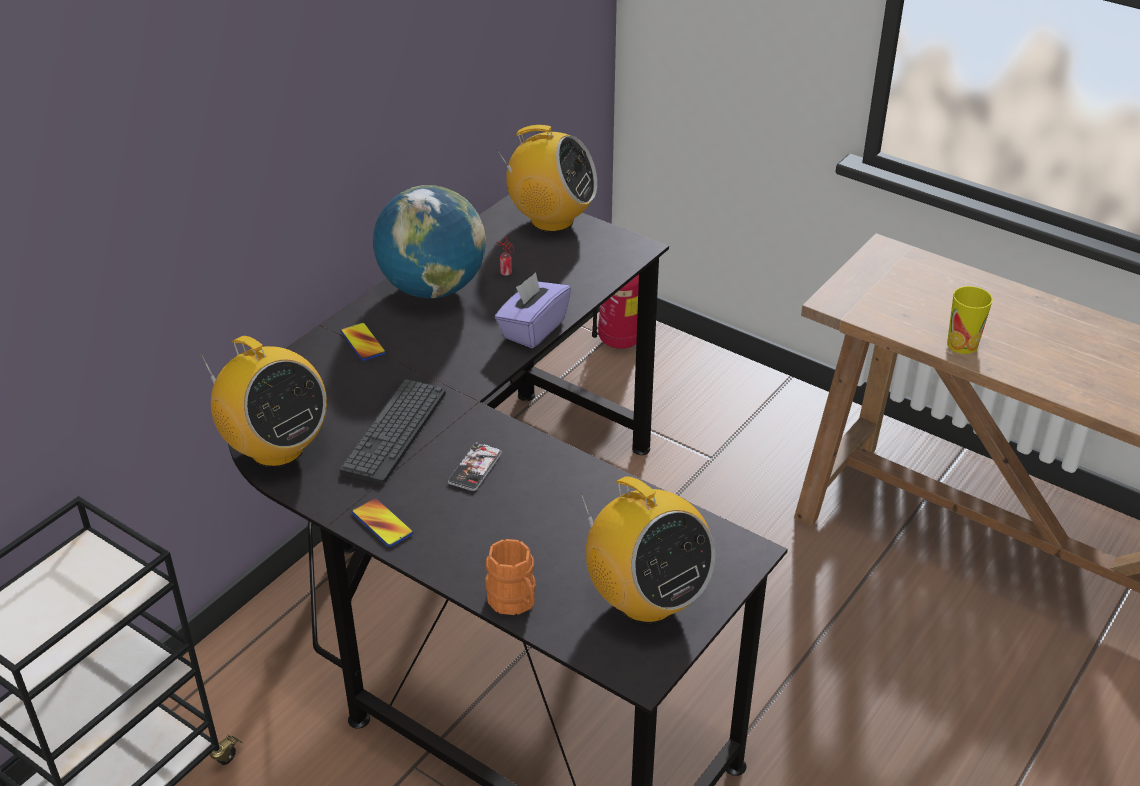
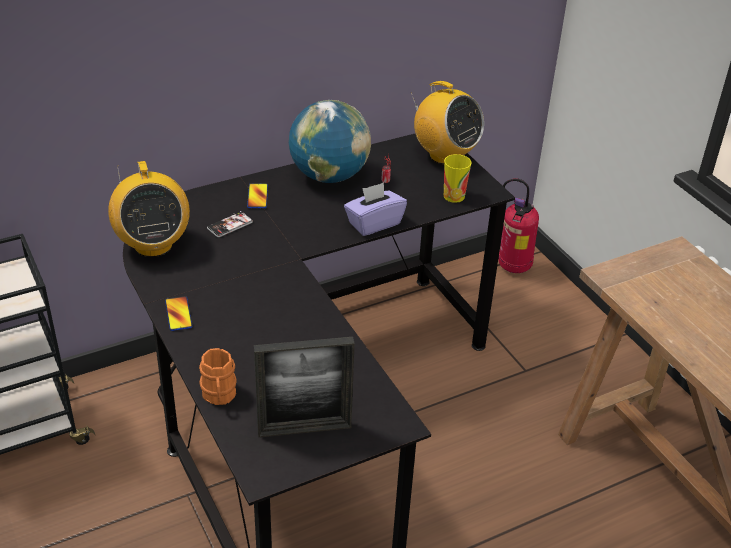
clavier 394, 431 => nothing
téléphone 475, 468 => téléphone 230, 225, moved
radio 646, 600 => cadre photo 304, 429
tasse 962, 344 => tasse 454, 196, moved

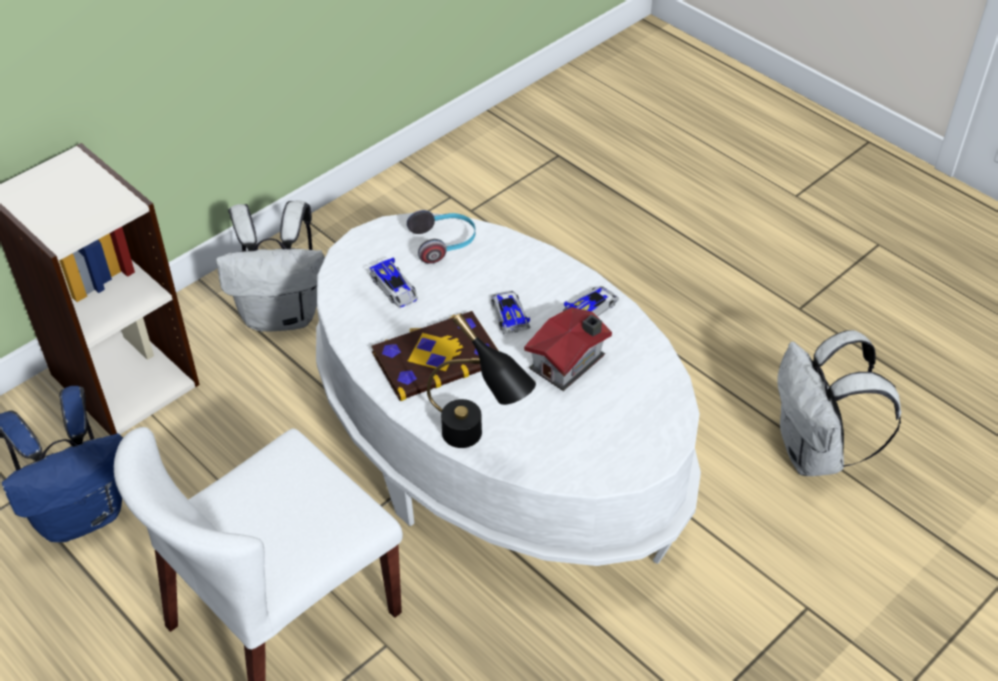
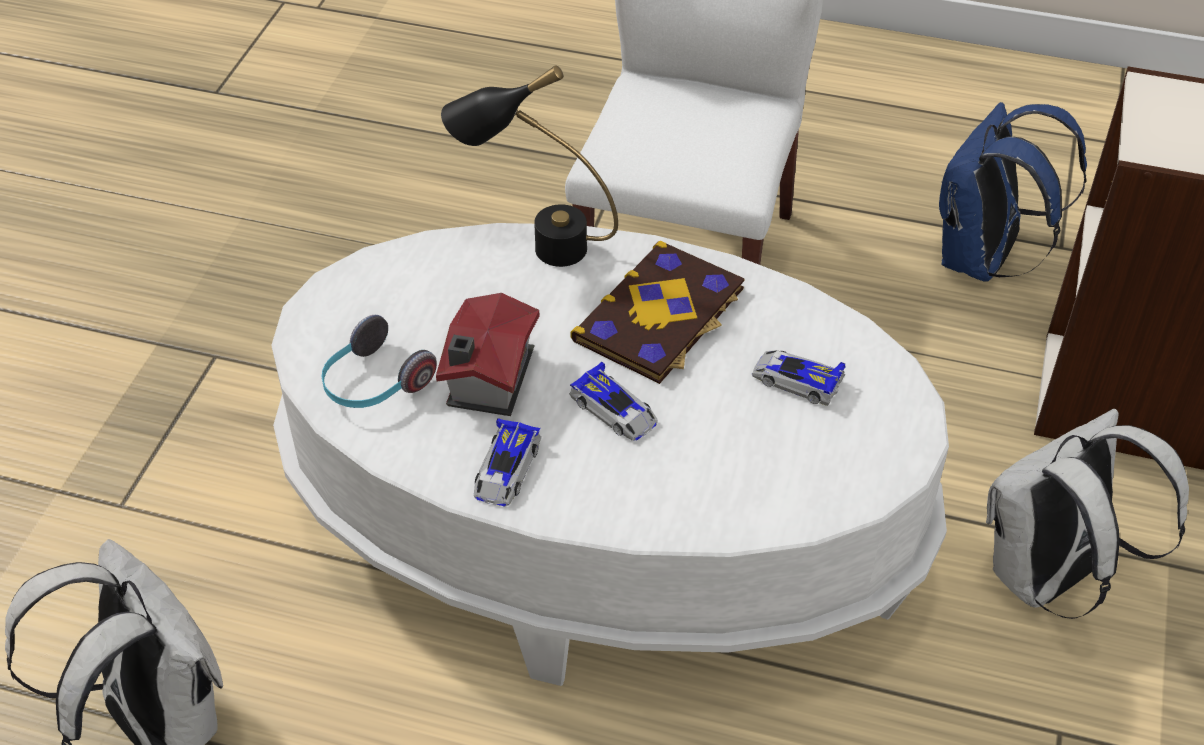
casque audio 444, 243 => casque audio 374, 384, moved

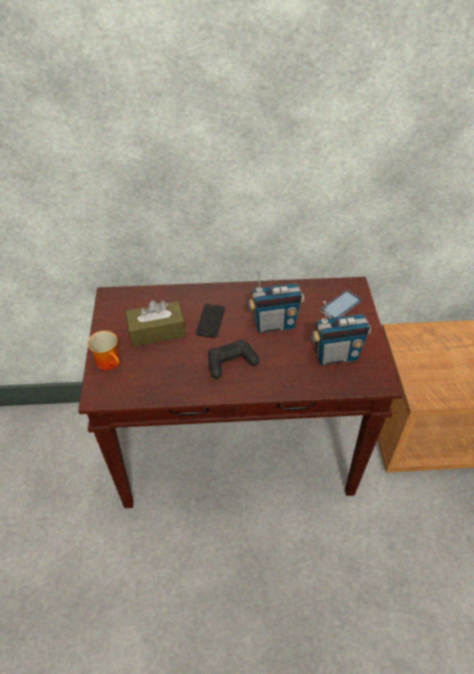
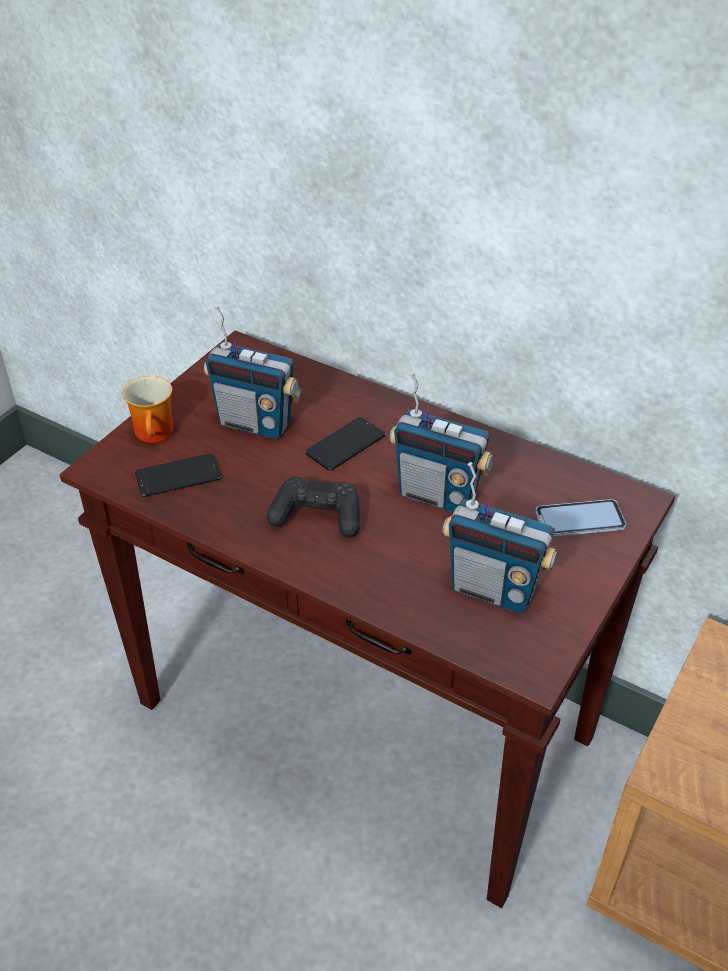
boîte à mouchoirs/marron 157, 331 => radio 255, 423
nothing => téléphone 178, 476

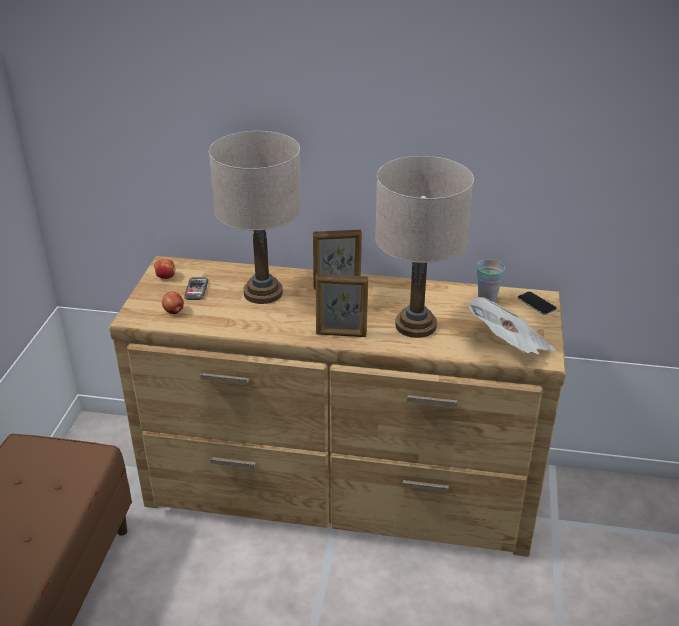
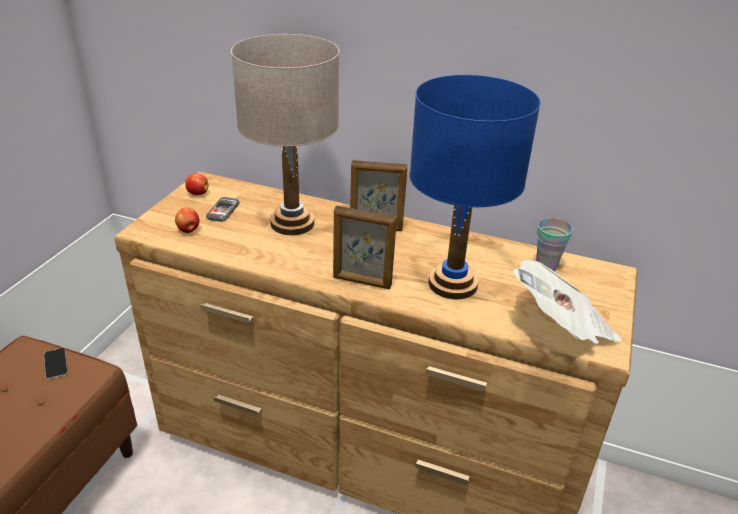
lampe de table/beige 415, 325 => lampe de table/bleu 452, 284
téléphone 536, 304 => téléphone 56, 364, moved

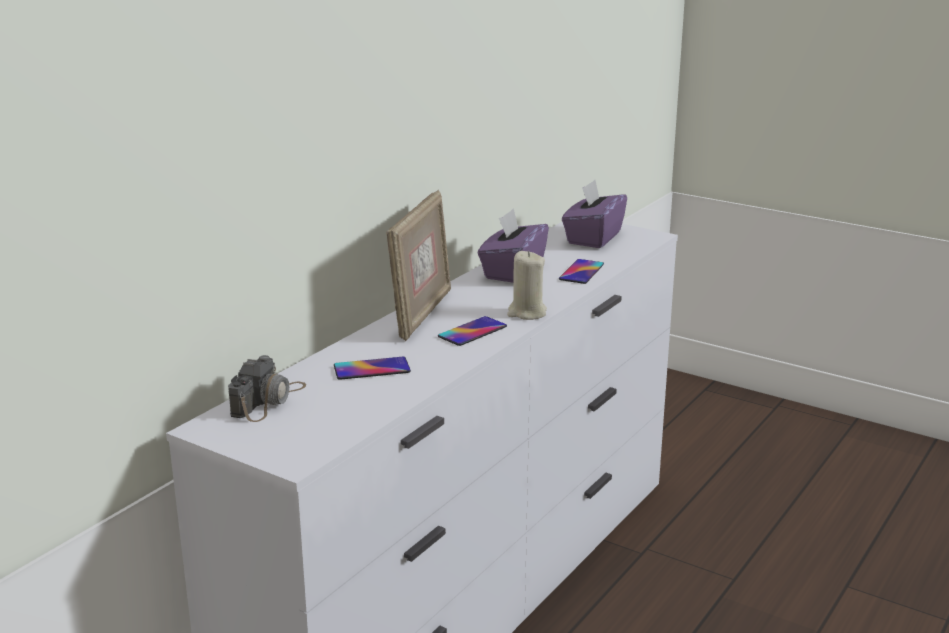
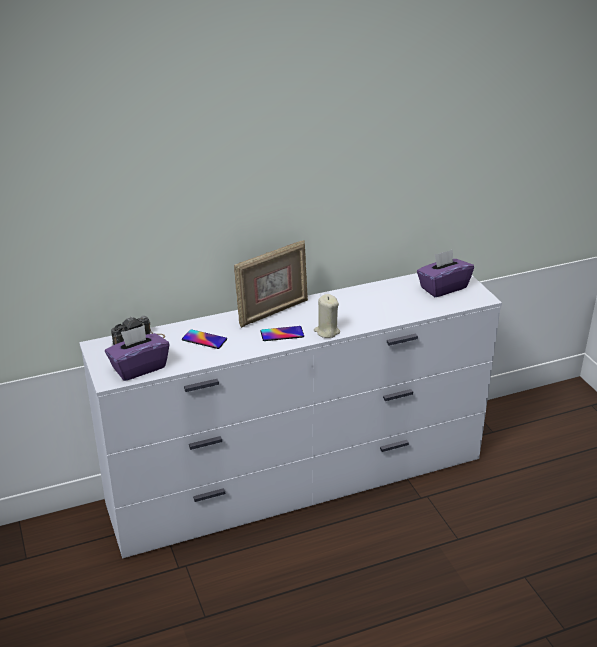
boîte à mouchoirs/violet 512, 271 => boîte à mouchoirs/violet 139, 367, moved
téléphone 581, 272 => nothing

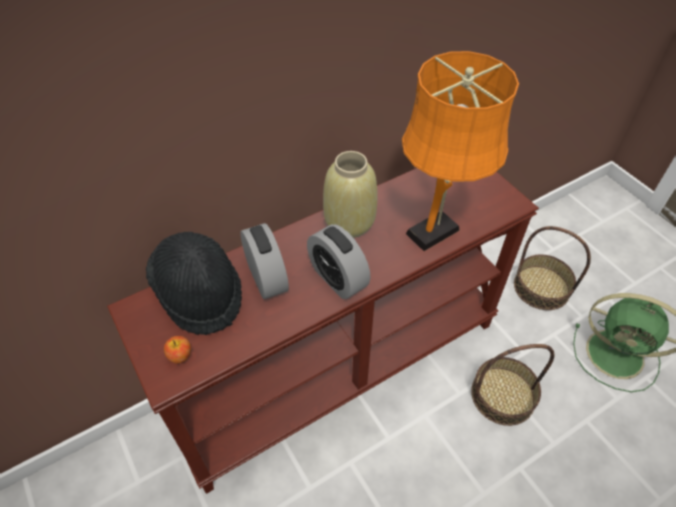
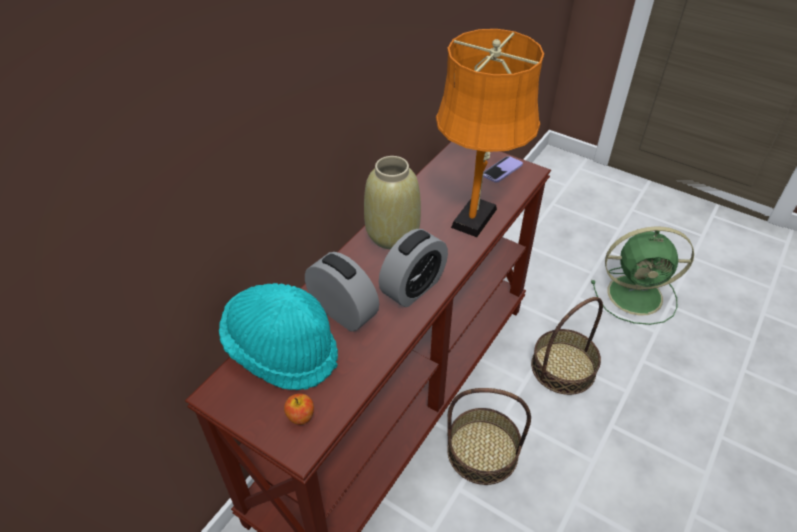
chapeau/noir 199, 294 => chapeau/turquoise 282, 351
réveil 338, 278 => réveil 413, 287, 75 degrees counterclockwise
panier 541, 287 => panier 482, 451, moved
nothing => téléphone 502, 170

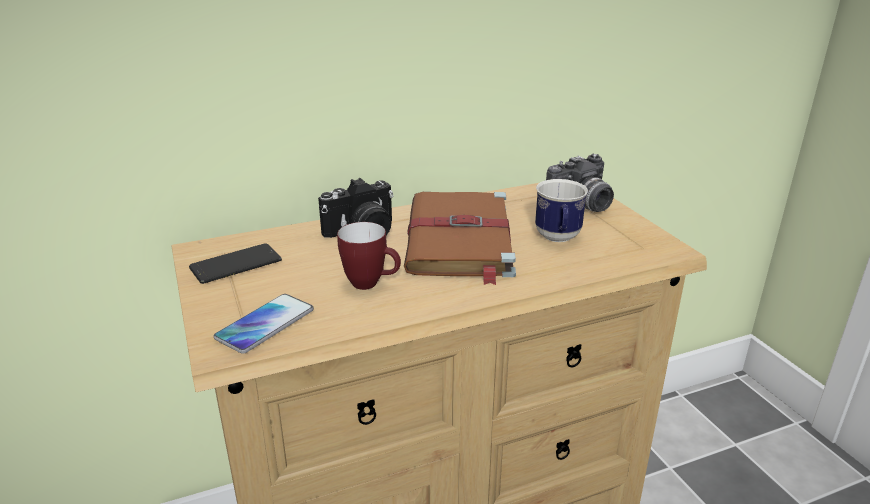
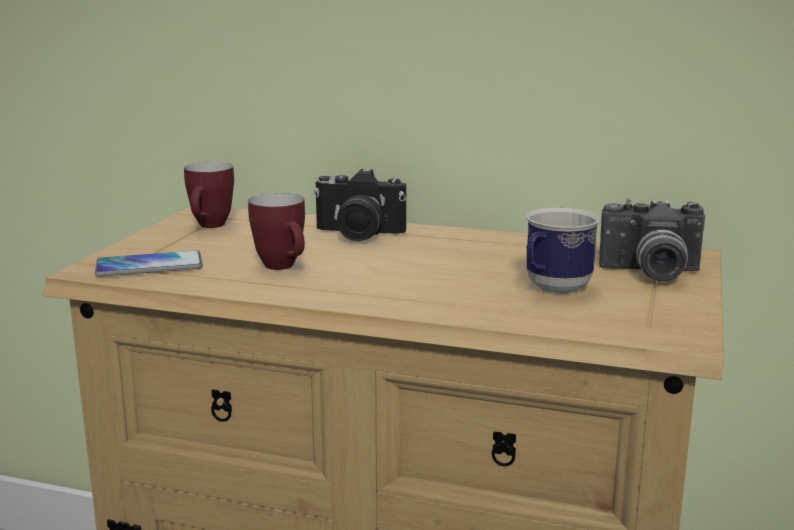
téléphone 236, 264 => mug 210, 227
livre/marron 459, 240 => nothing

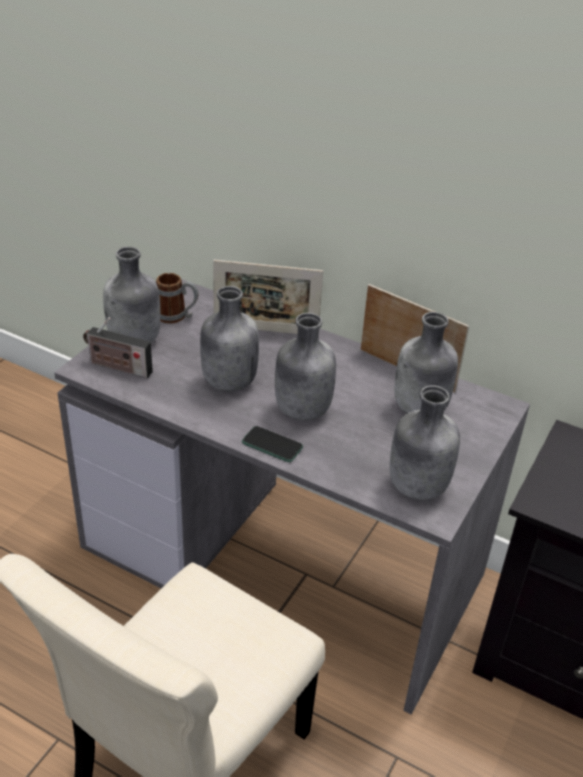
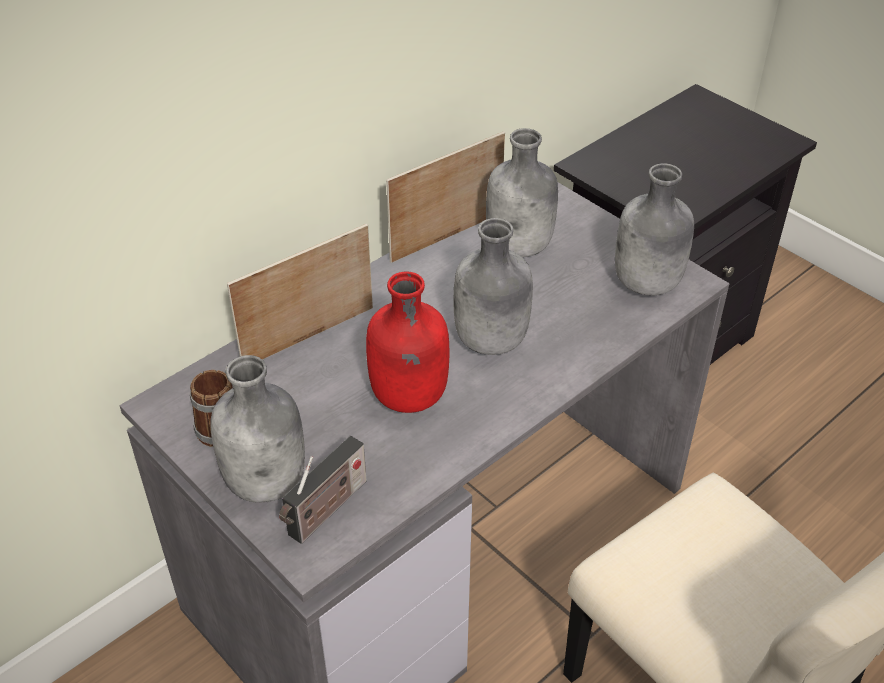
bouteille/gris 228, 382 => bouteille/rouge 408, 397
cadre photo 265, 330 => cadre photo 309, 337, 150 degrees counterclockwise
téléphone 272, 445 => nothing

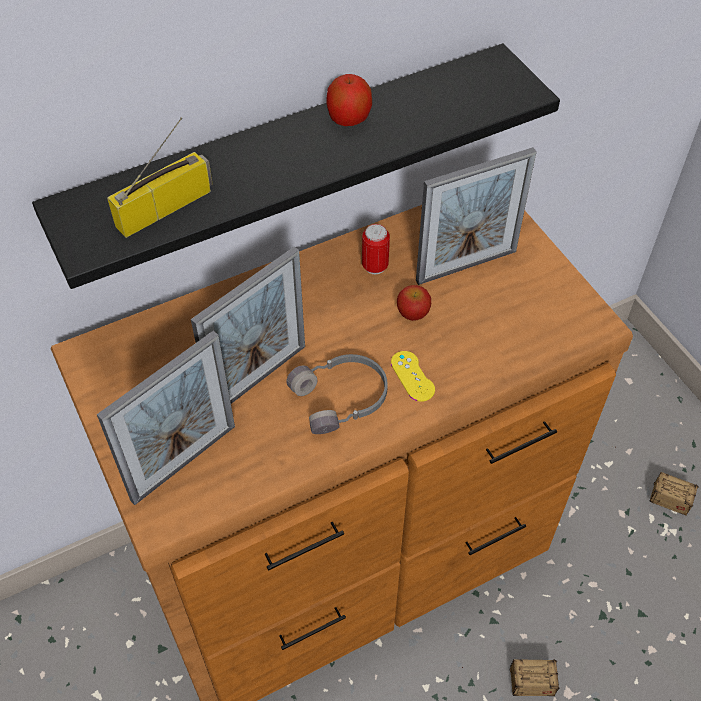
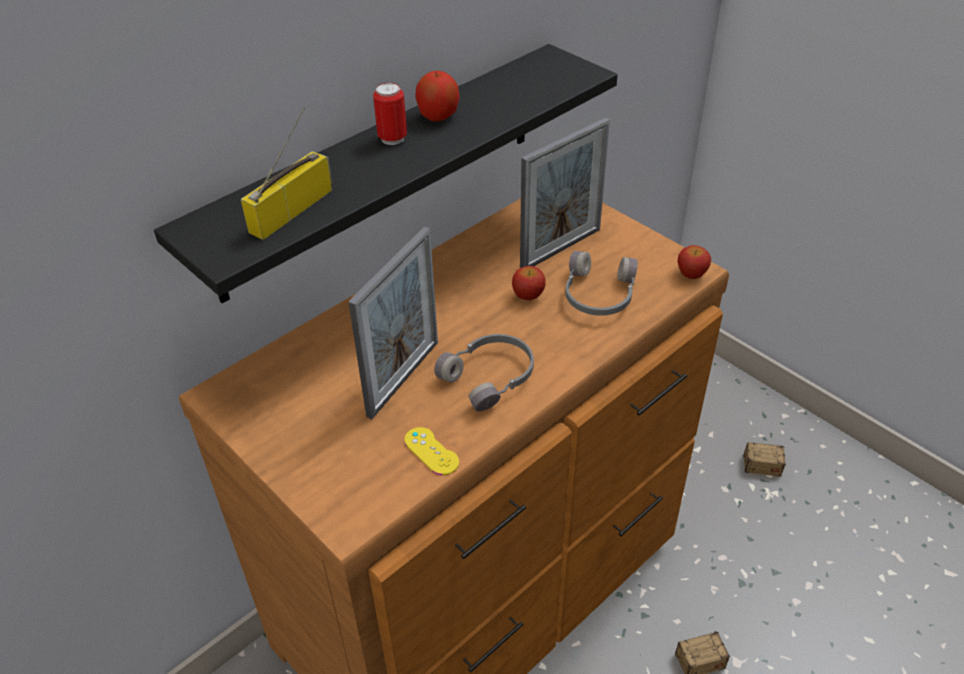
cadre photo 184, 463 => nothing
boîte métallique 375, 266 => boîte métallique 392, 139, moved
manette/jaune 412, 376 => manette/jaune 431, 451, moved
nothing => casque audio/gris 597, 294
nothing => pomme 691, 274

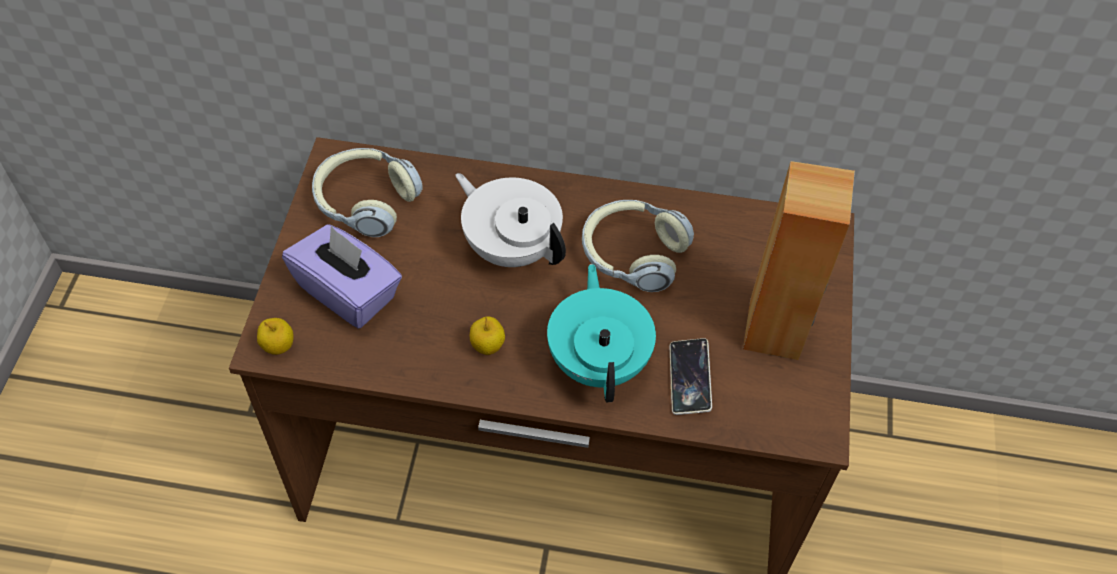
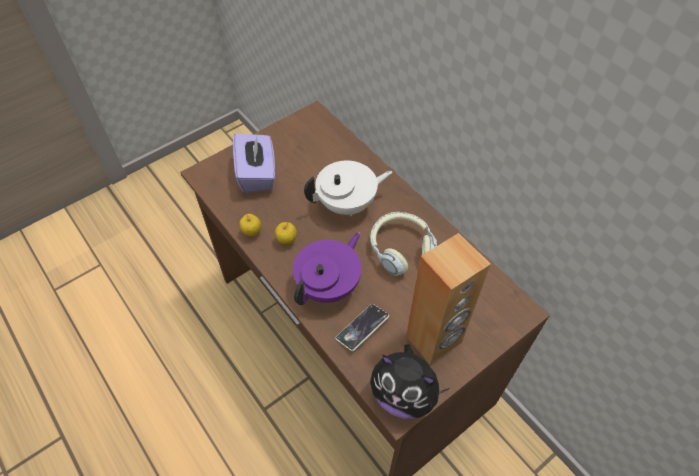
pomme 279, 348 => pomme 252, 232, moved
casque audio 365, 201 => nothing
théière/blanc 511, 246 => théière/blanc 347, 204, 75 degrees clockwise
théière/turquoise 599, 360 => théière/violet 329, 285
nothing => peluche 404, 394

